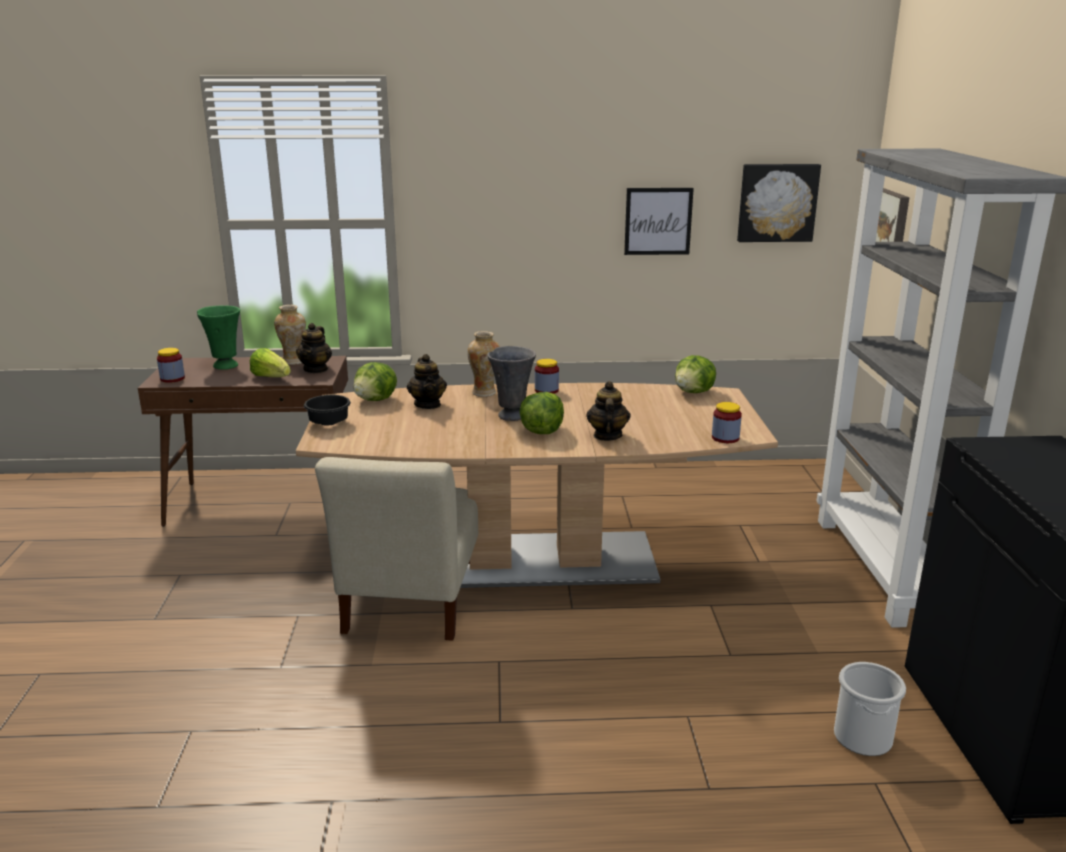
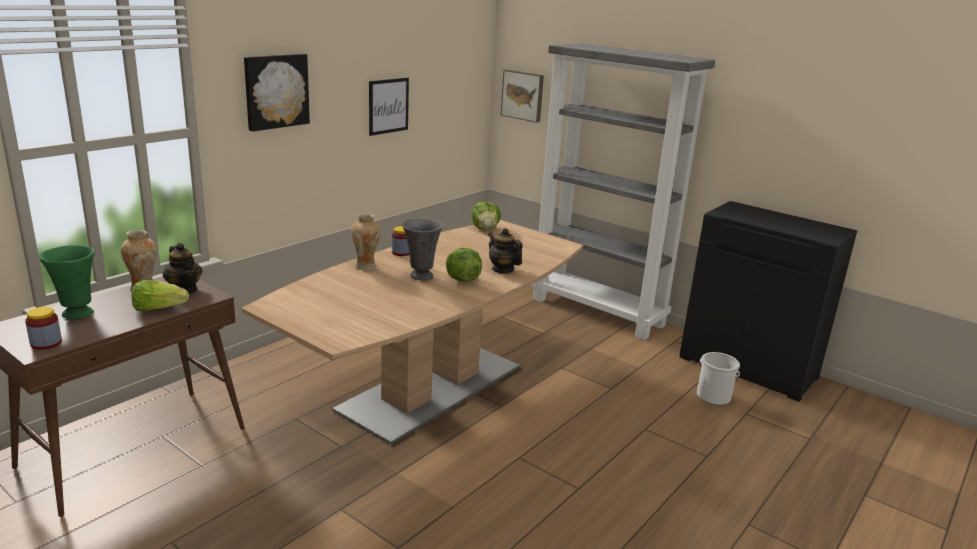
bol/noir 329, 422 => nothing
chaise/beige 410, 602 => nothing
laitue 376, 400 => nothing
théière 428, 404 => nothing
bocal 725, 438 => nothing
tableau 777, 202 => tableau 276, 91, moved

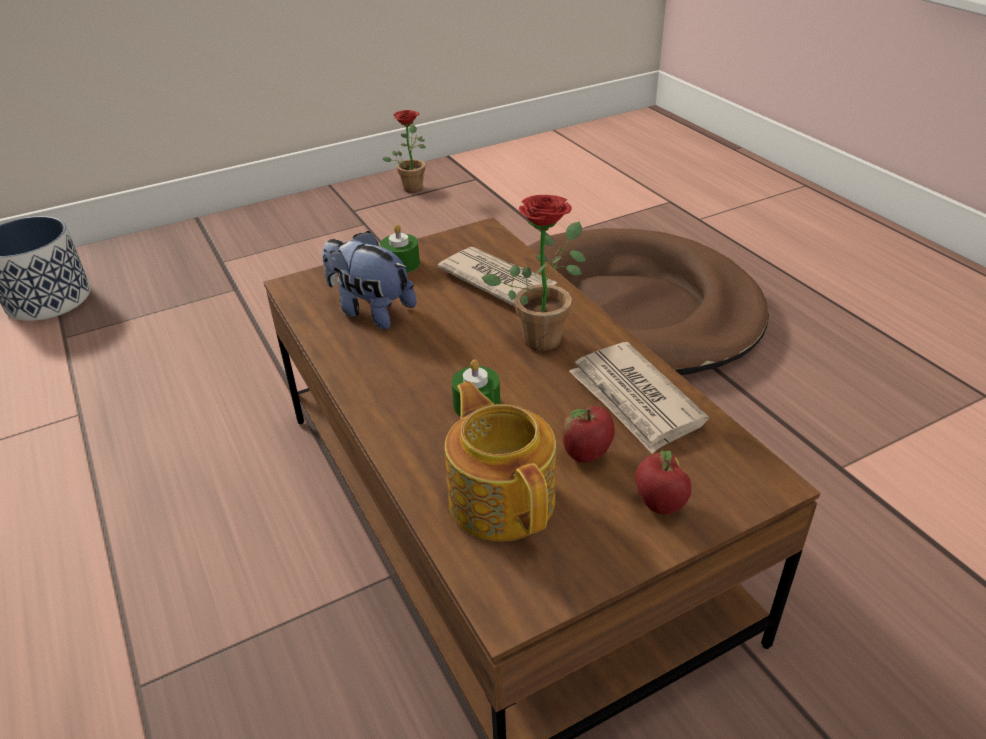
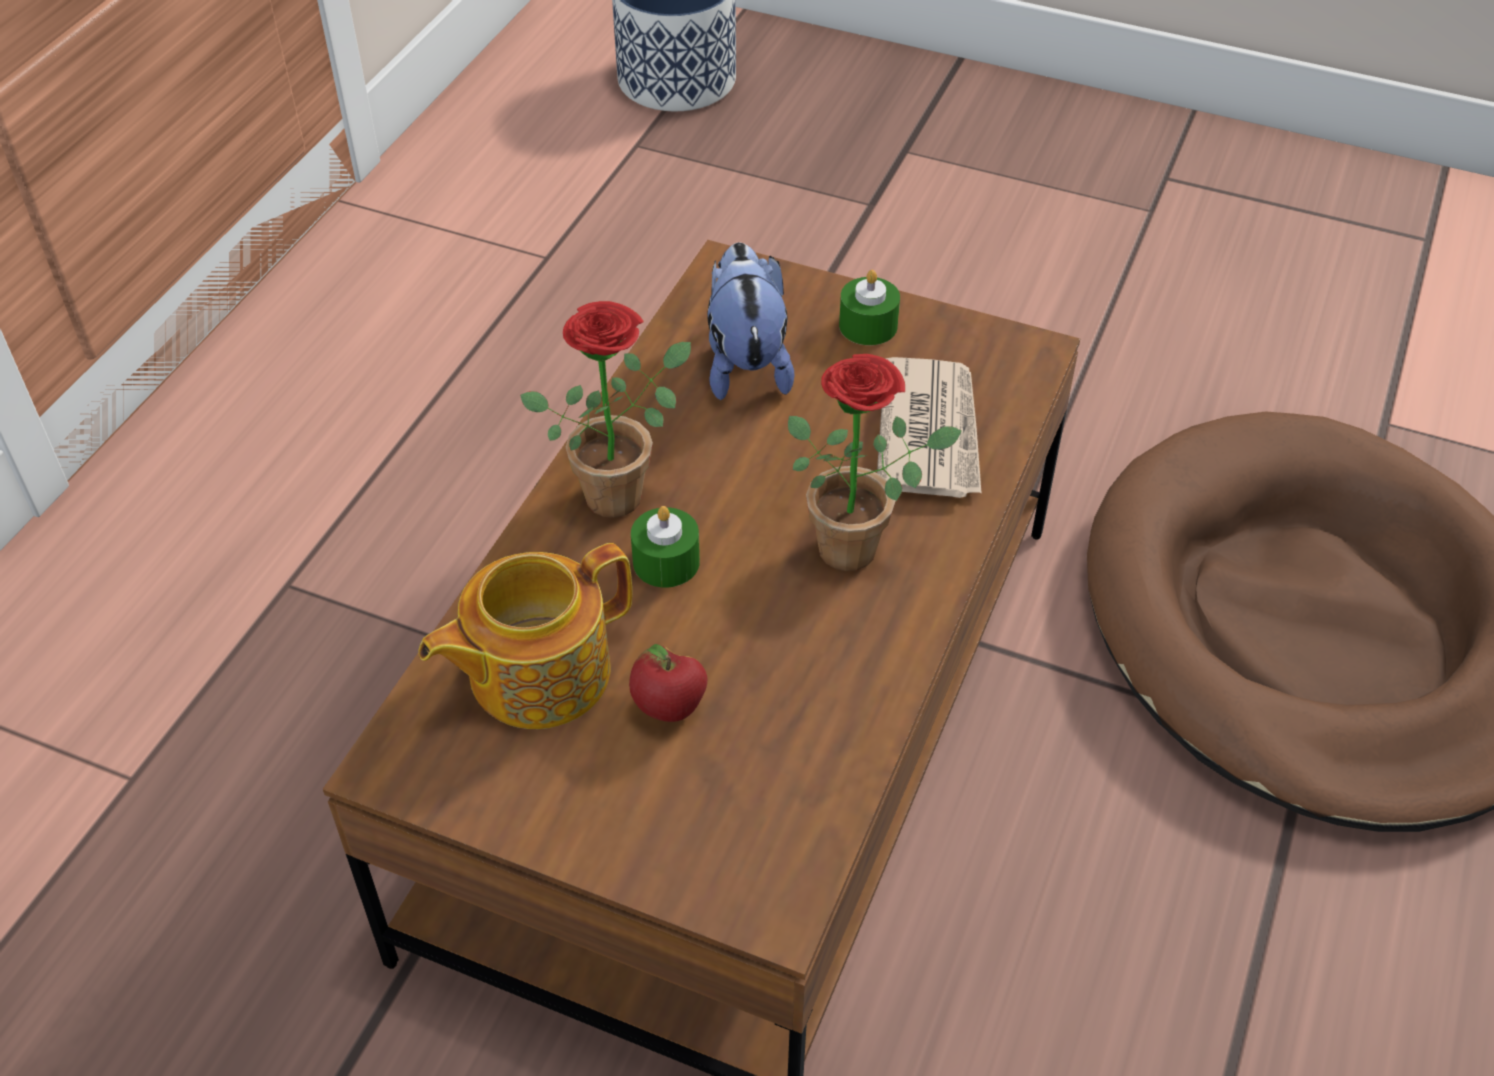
plante en pot 412, 186 => plante en pot 622, 489, moved
théière 502, 498 => théière 536, 673, 150 degrees counterclockwise
journal 635, 400 => nothing
pomme 659, 505 => nothing

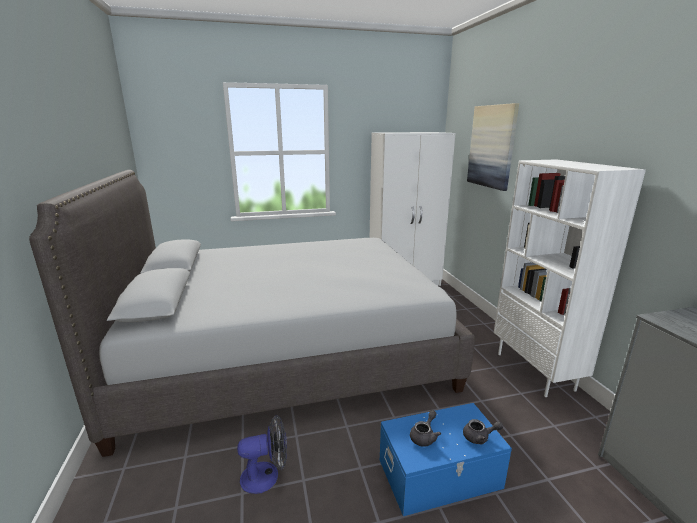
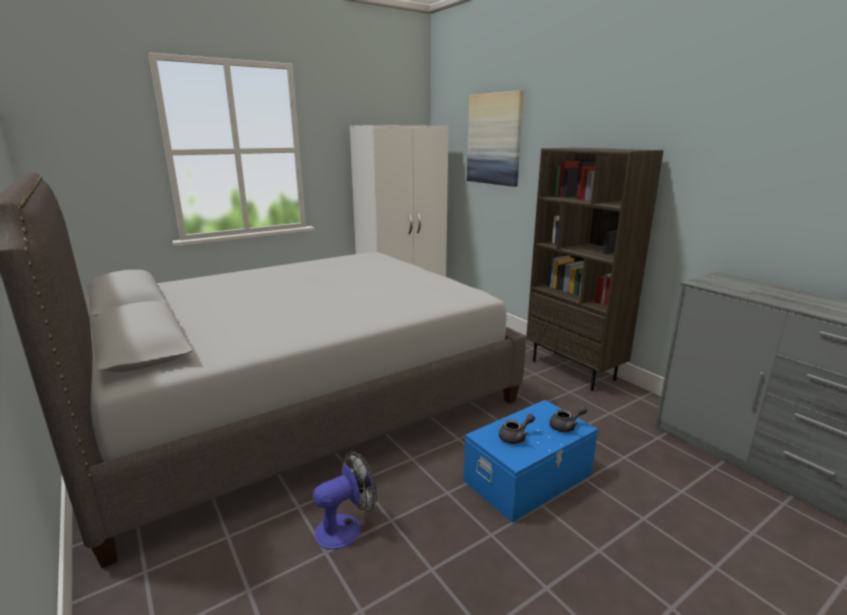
théière/gris 424, 436 => théière/gris 515, 437, 45 degrees clockwise
bibliothèque/blanc 535, 371 => bibliothèque/marron 574, 370

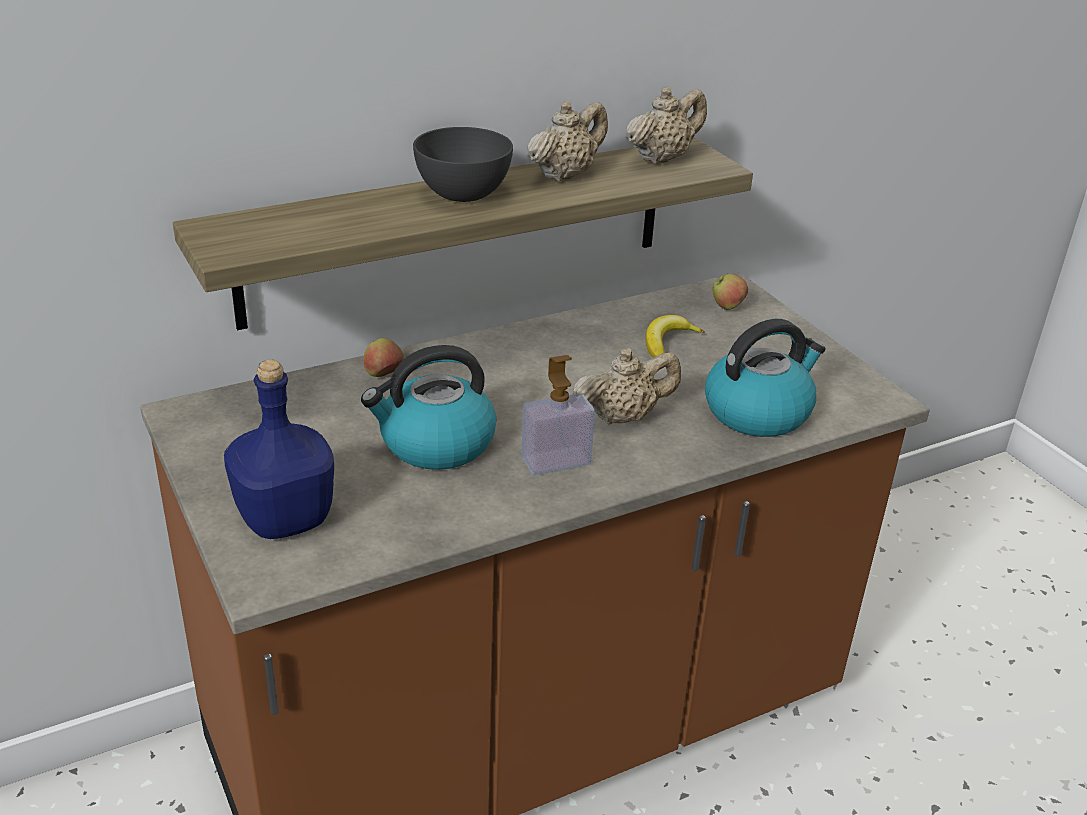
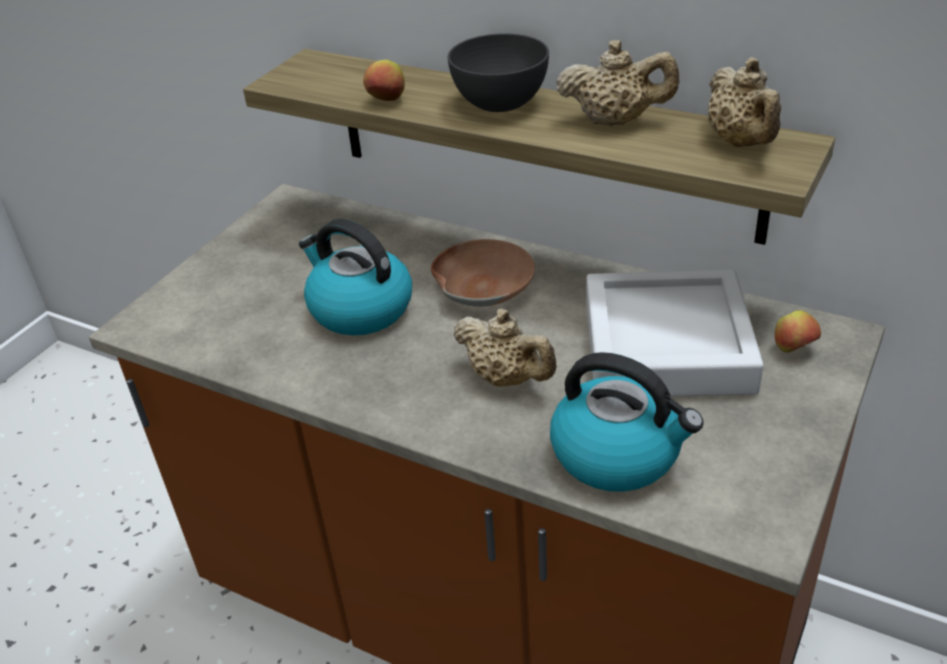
bouteille/bleu 283, 520 => nothing
pomme 383, 375 => pomme 387, 101, moved
distributeur de savon 556, 461 => nothing
théière/beige 662, 158 => théière/beige 742, 143, 60 degrees clockwise
banane 667, 343 => plateau/gris 667, 346
nothing => bol/marron 483, 286

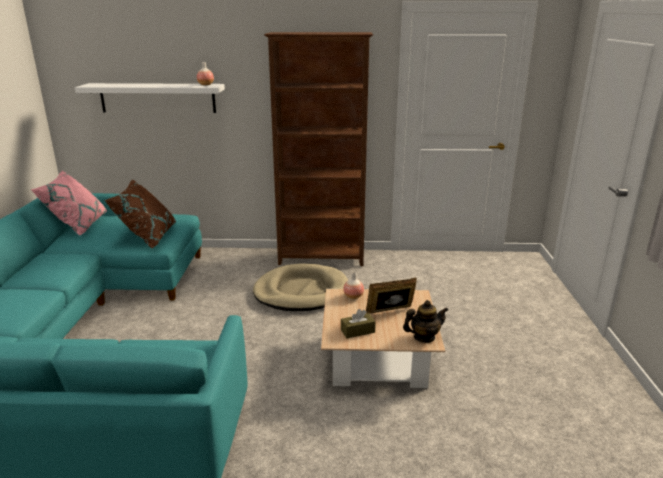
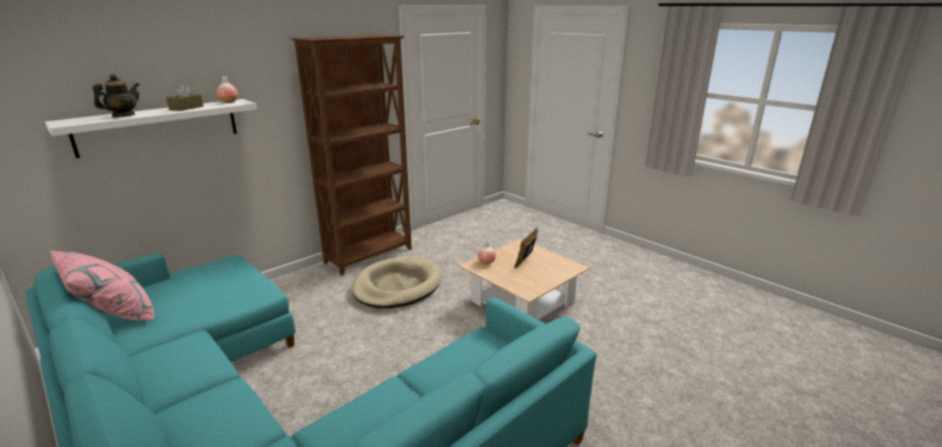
coussin/marron 147, 237 => nothing
boîte à mouchoirs/marron 357, 331 => boîte à mouchoirs/marron 186, 108, moved
théière 424, 337 => théière 123, 116, moved

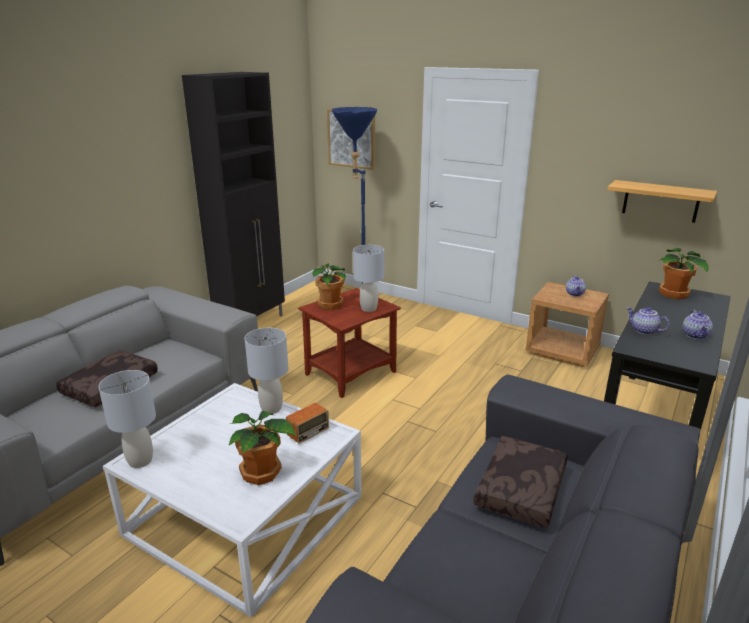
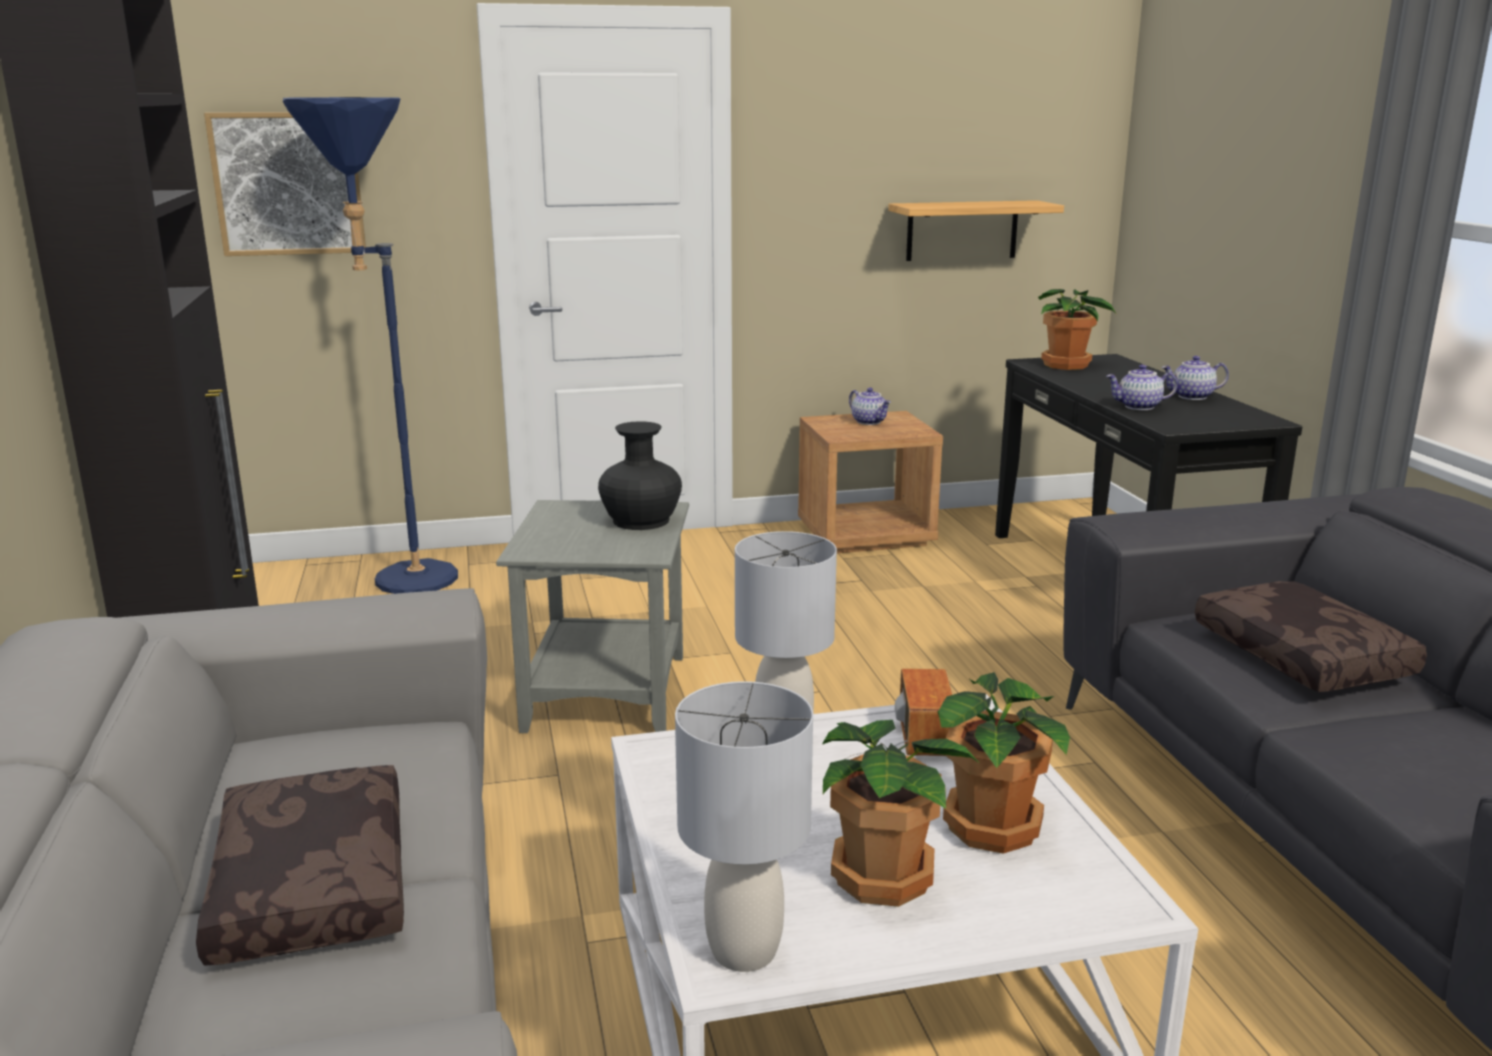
table d'appoint/marron 350, 373 => table d'appoint/gris 603, 693
plante en pot 331, 305 => plante en pot 883, 875, moved
lampe de table/gris 368, 308 => vase/noir 641, 520
théière 695, 335 => théière 1192, 397, 120 degrees clockwise

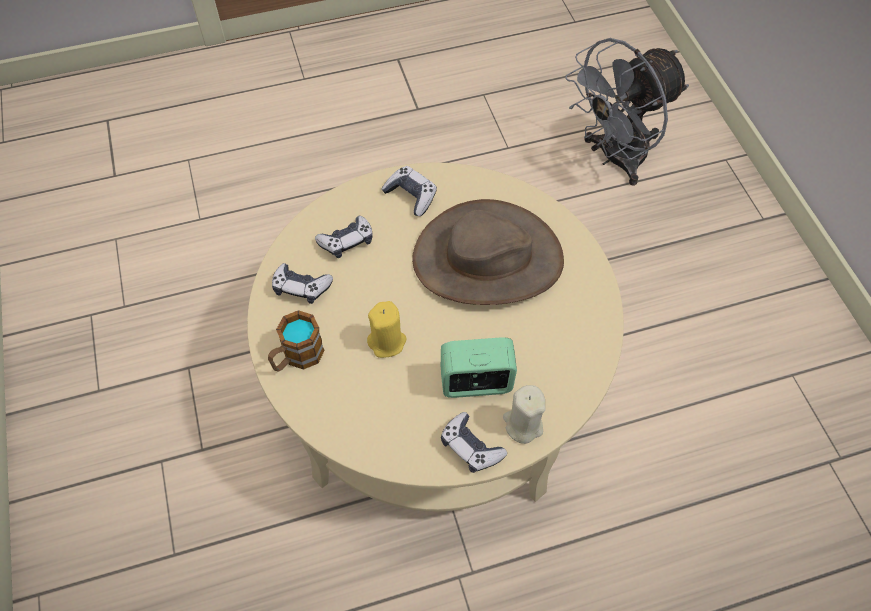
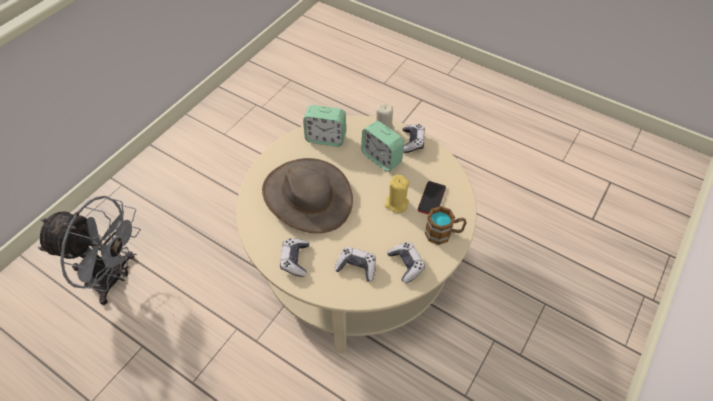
nothing => réveil 326, 138
nothing => téléphone 431, 199

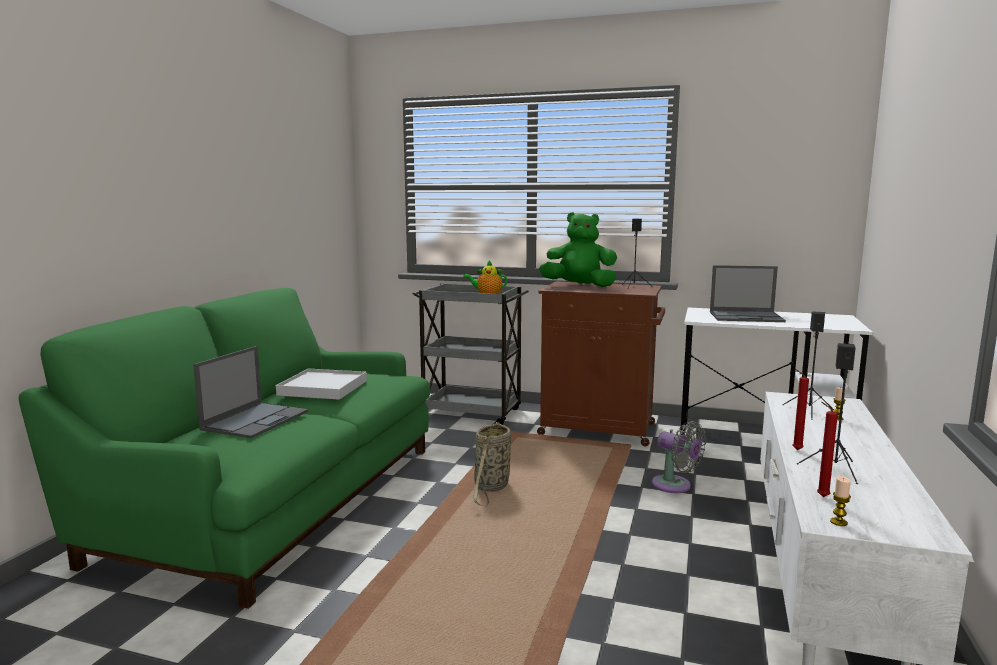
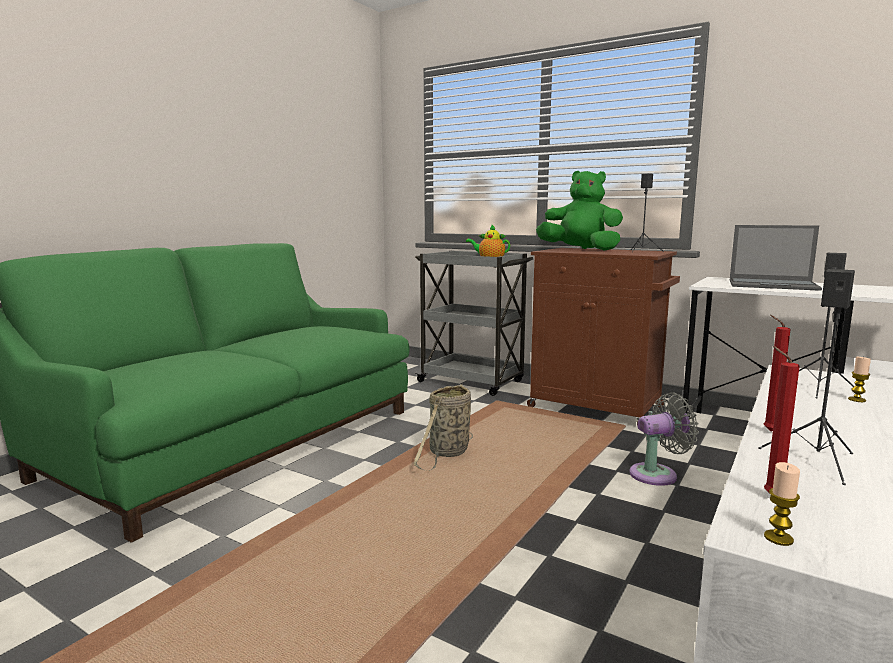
ordinateur portable 256, 420 => nothing
plateau/blanc 323, 388 => nothing
ventilateur/gris 675, 486 => ventilateur/gris 657, 474, 75 degrees counterclockwise

